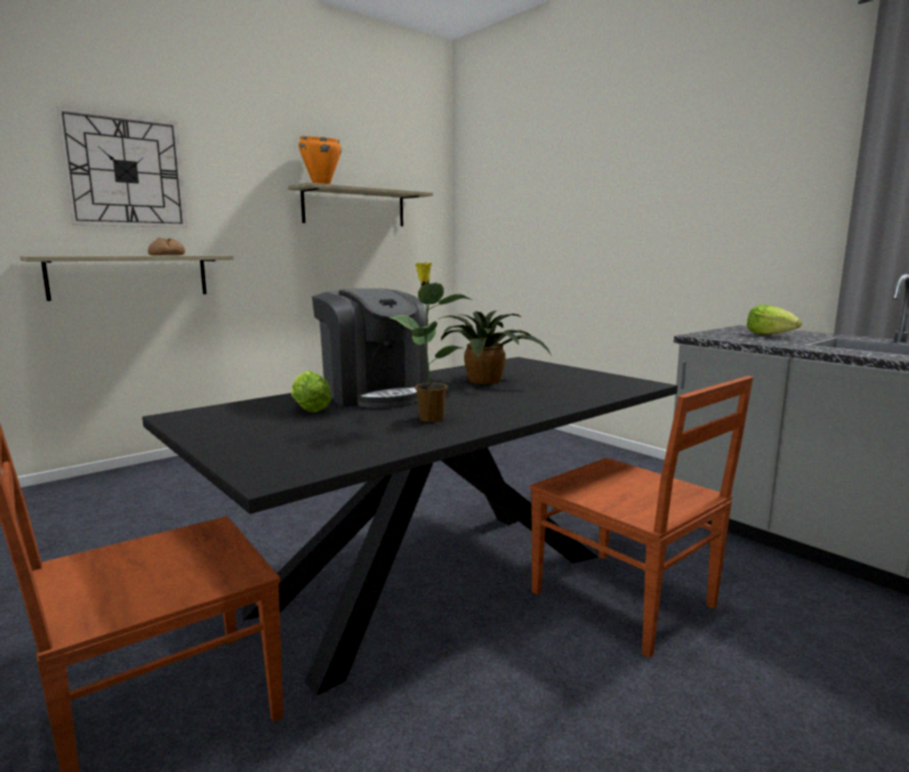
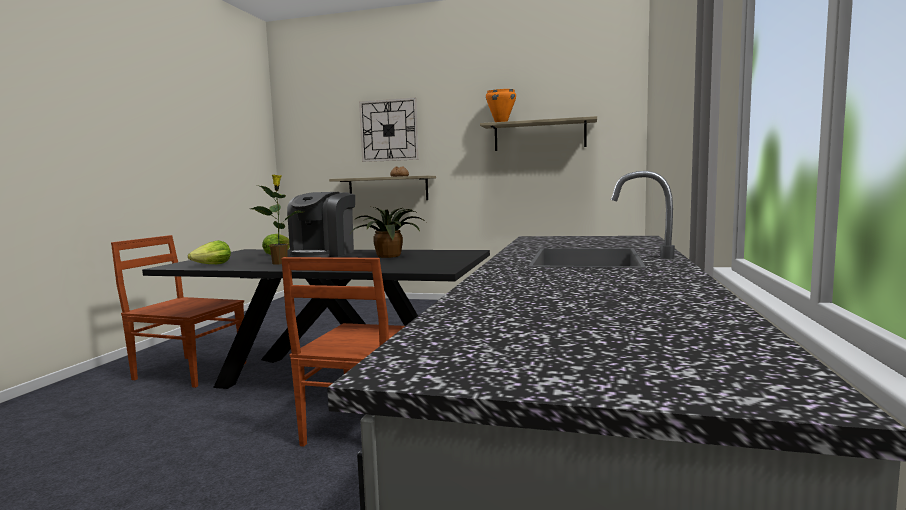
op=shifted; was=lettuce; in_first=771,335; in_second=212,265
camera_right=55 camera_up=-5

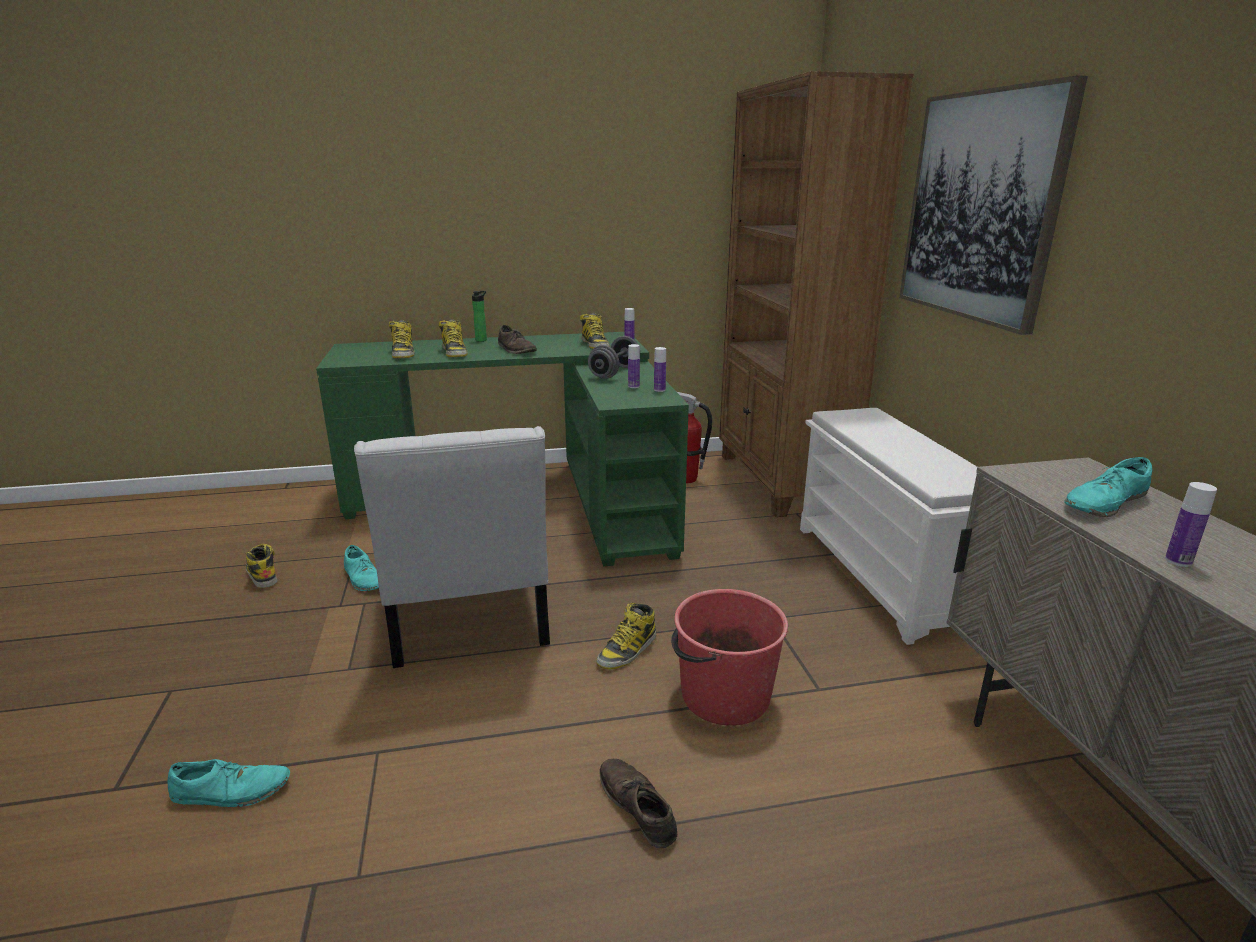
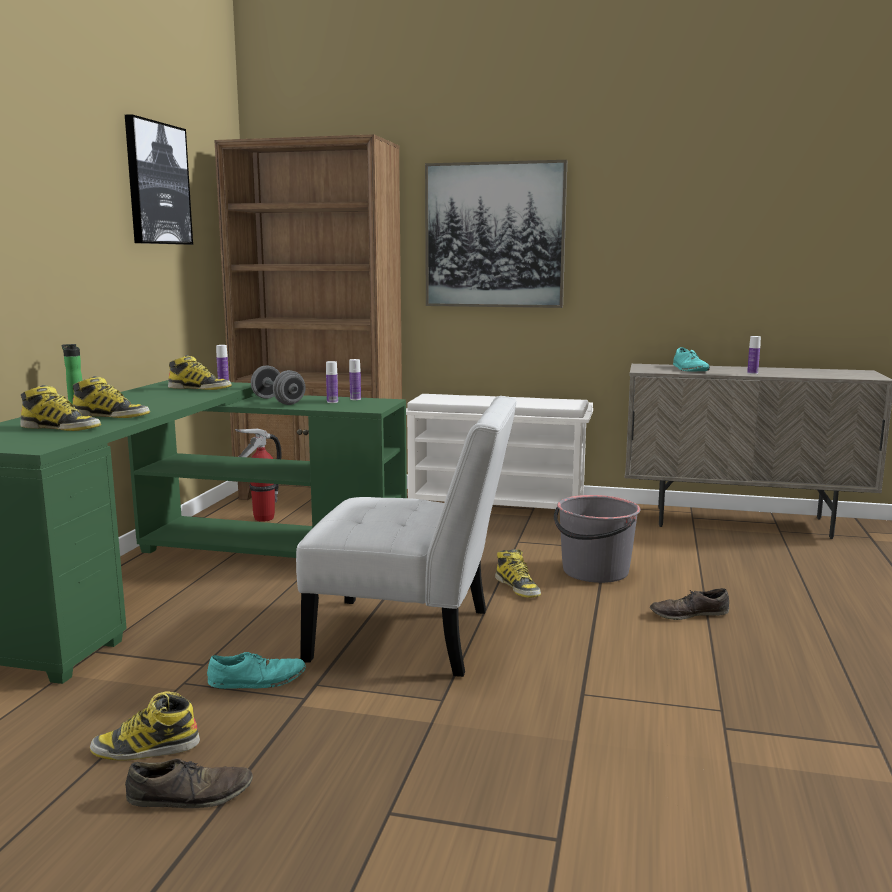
op=gone; was=turquoise shoe; in_first=231,791
op=new; now=picture; in_second=157,184
op=shifted; was=brown shoe; in_first=516,350; in_second=190,795
op=repainted; was=red bucket; now=grey bucket; in_first=723,696; in_second=594,571
camera_right=-65 camera_up=-10

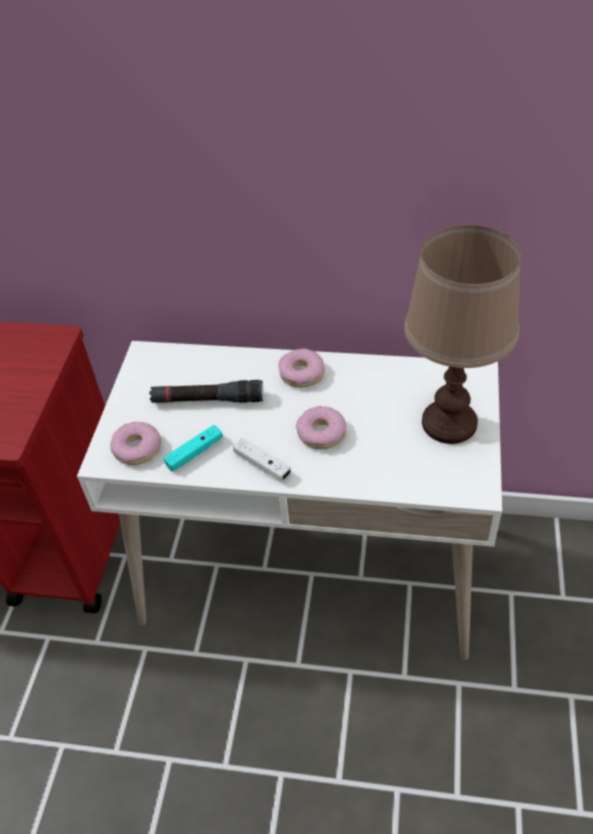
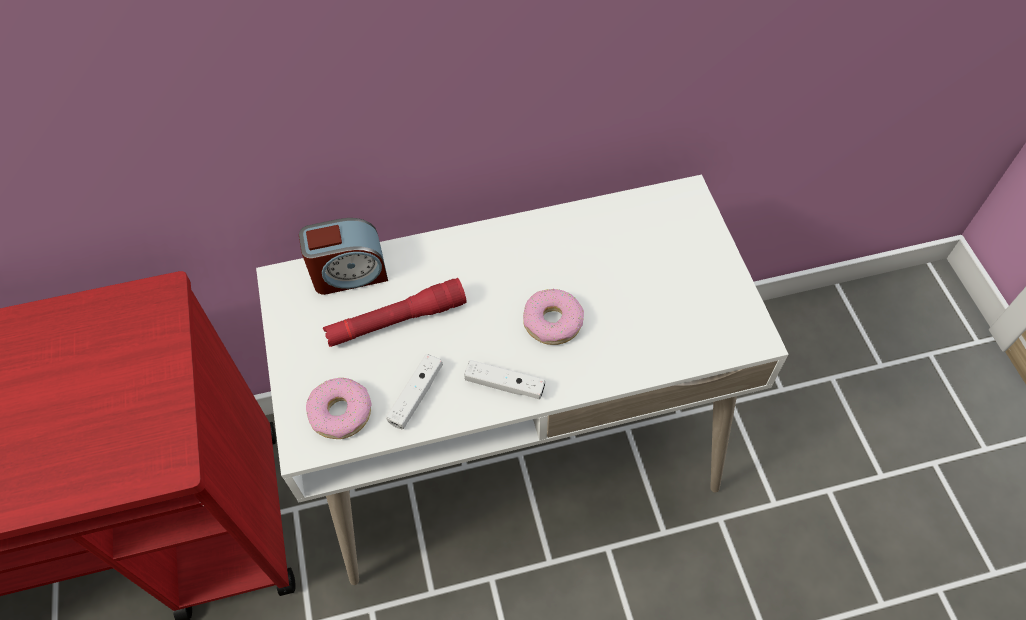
op=gone; was=donut; in_first=302,373
op=gone; was=brown table lamp; in_first=448,422
op=new; now=alarm clock; in_second=349,273
op=repainted; was=black flashlight; now=red flashlight; in_first=208,400; in_second=396,320
op=repainted; was=turquoise game controller; now=white game controller; in_first=194,453; in_second=416,395
camera_right=-25 camera_up=10

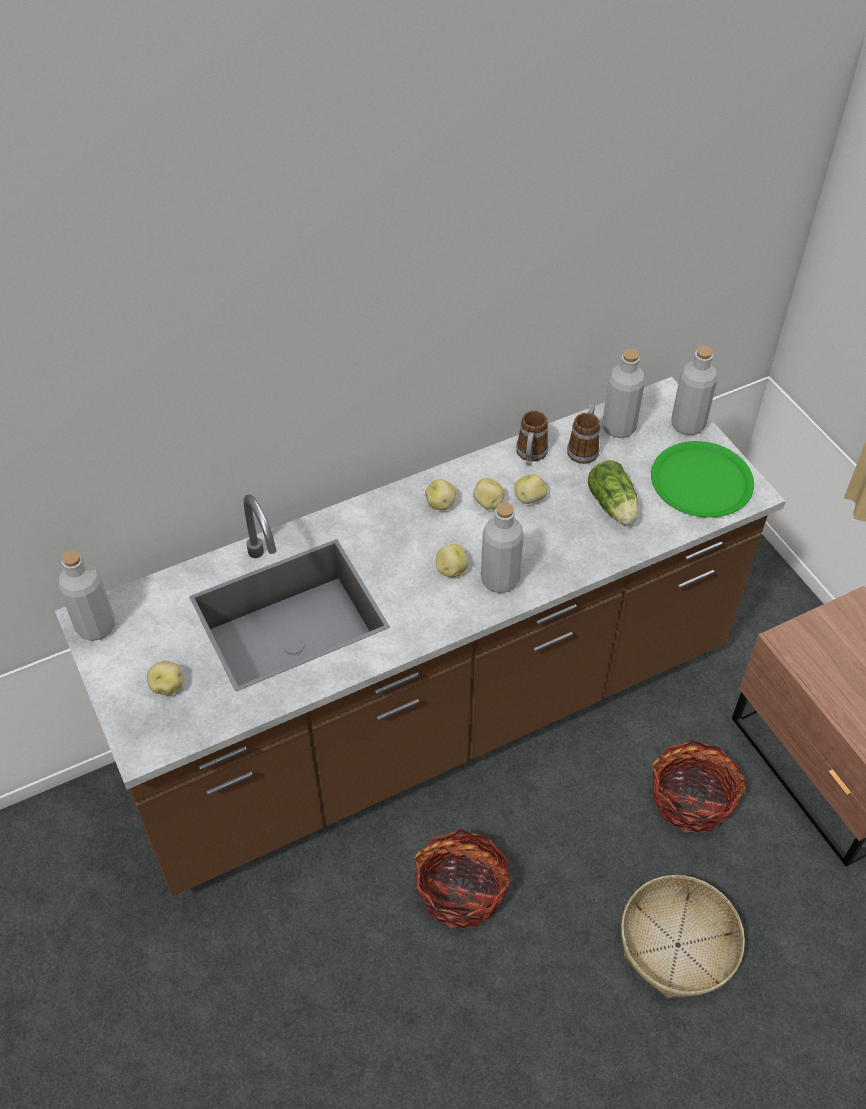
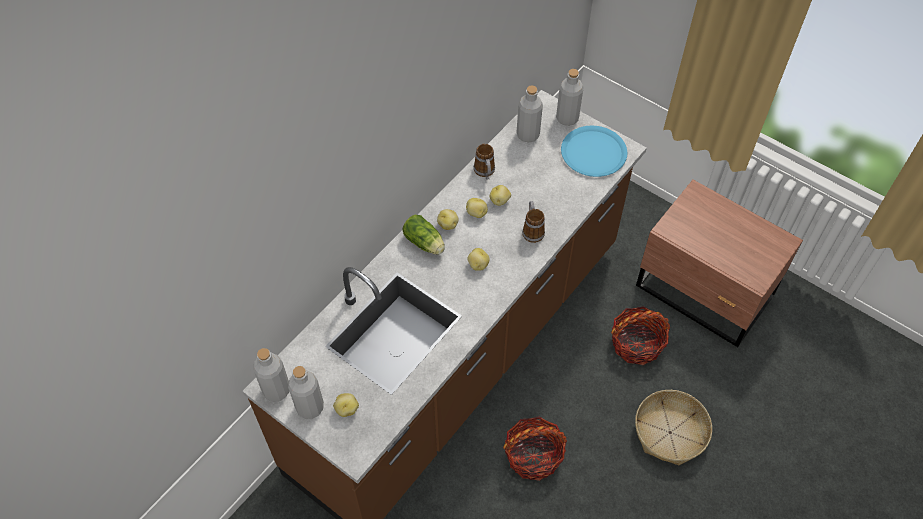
op=shifted; was=grey bottle; in_first=500,579; in_second=310,407
op=shifted; was=mug; in_first=584,448; in_second=532,230
op=shifted; was=lettuce; in_first=613,507; in_second=425,243
op=repainted; was=green plate; now=blue plate; in_first=701,481; in_second=593,152
camera_right=-25 camera_up=5

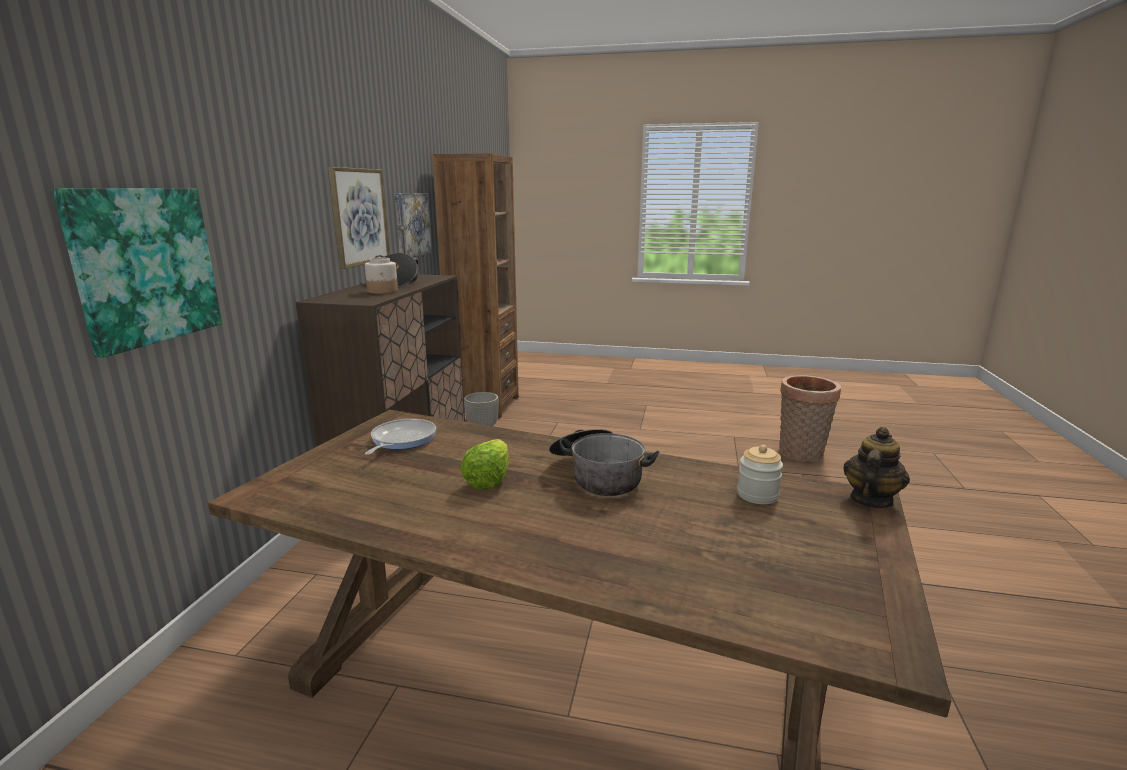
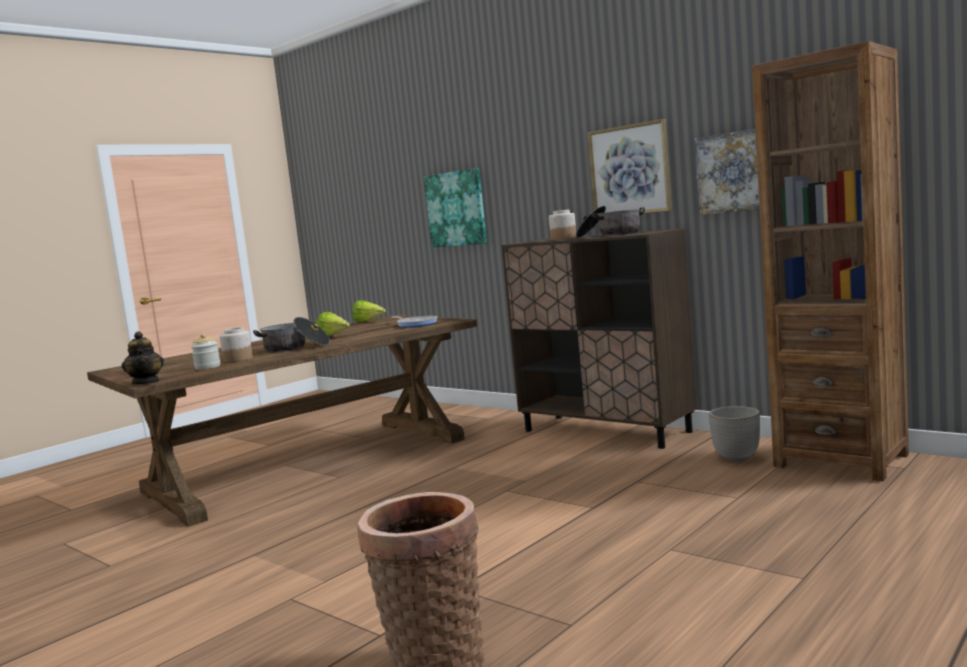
op=new; now=jar; in_second=237,360
op=new; now=lettuce; in_second=368,322
camera_right=120 camera_up=-10

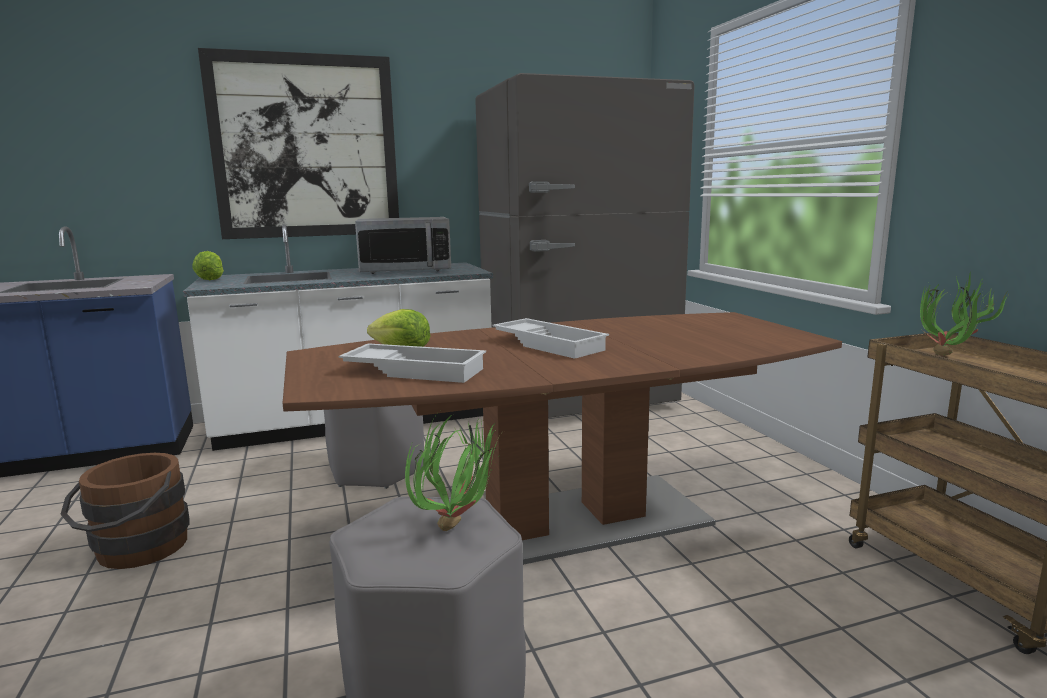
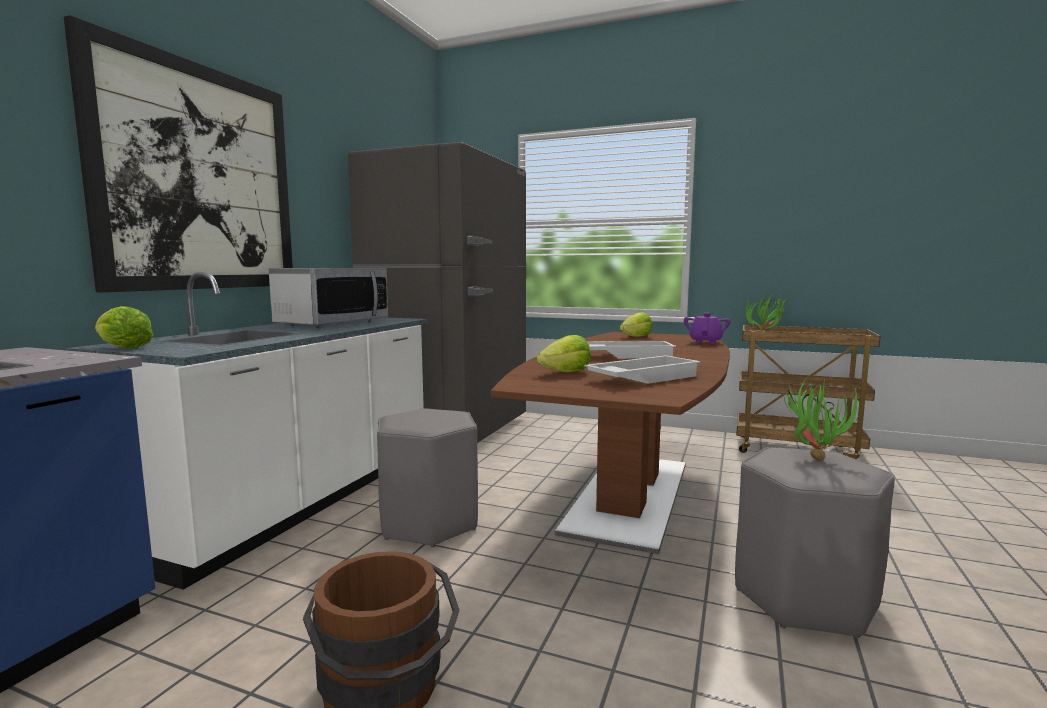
op=new; now=lettuce; in_second=636,337
op=new; now=purple teapot; in_second=705,342
camera_right=-50 camera_up=-5

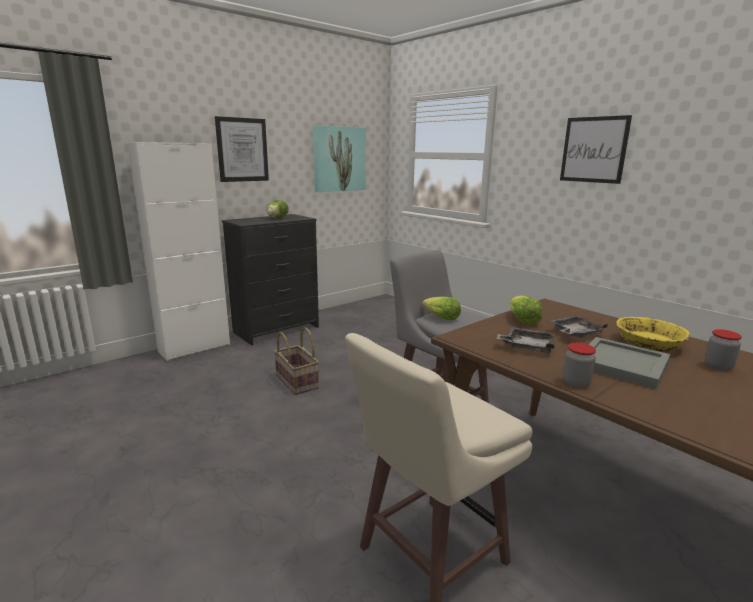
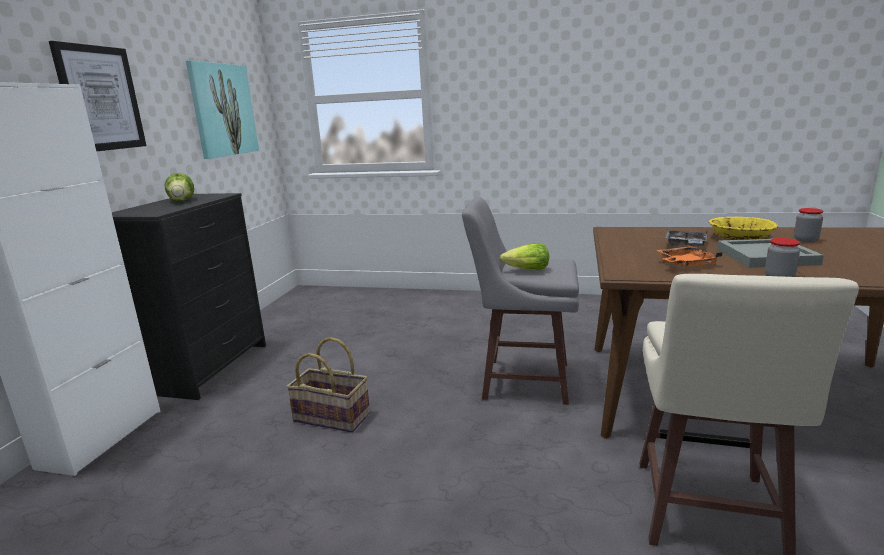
op=gone; was=lettuce; in_first=522,320
op=gone; was=picture; in_first=594,150
op=repainted; was=grey tray; now=orange tray; in_first=527,347; in_second=685,264
camera_right=-35 camera_up=0

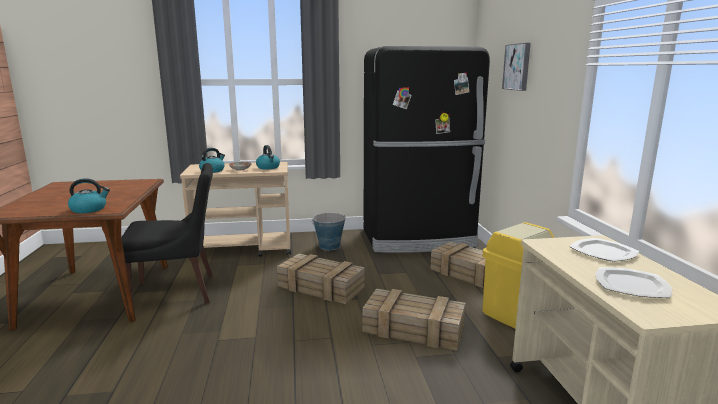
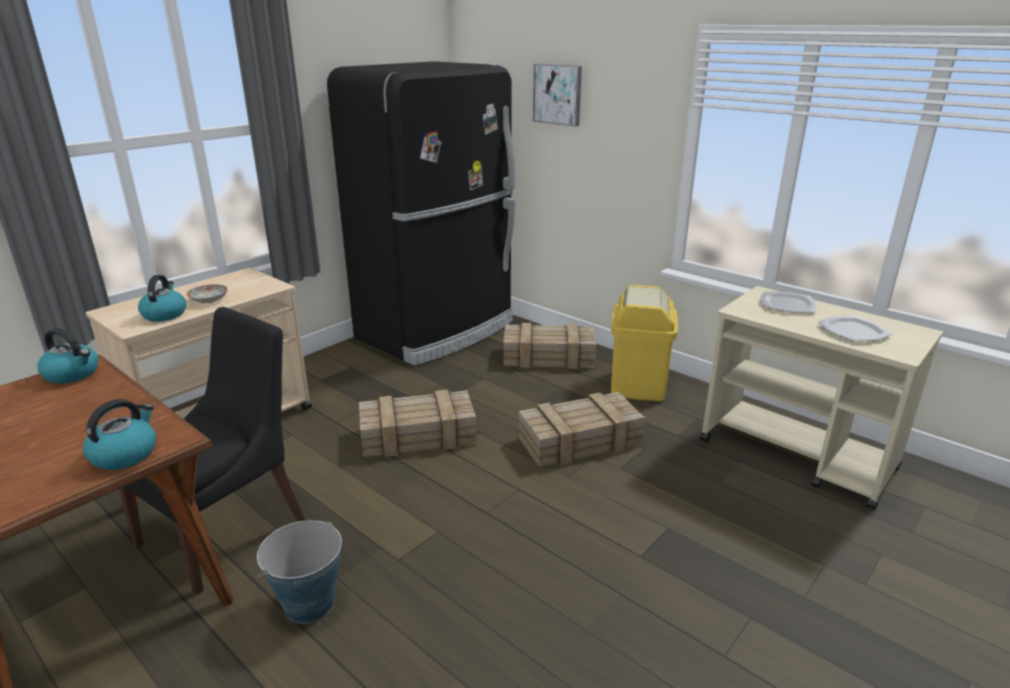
op=shifted; was=kettle; in_first=268,167; in_second=73,374
op=shifted; was=bucket; in_first=329,246; in_second=309,604
camera_right=-40 camera_up=10

